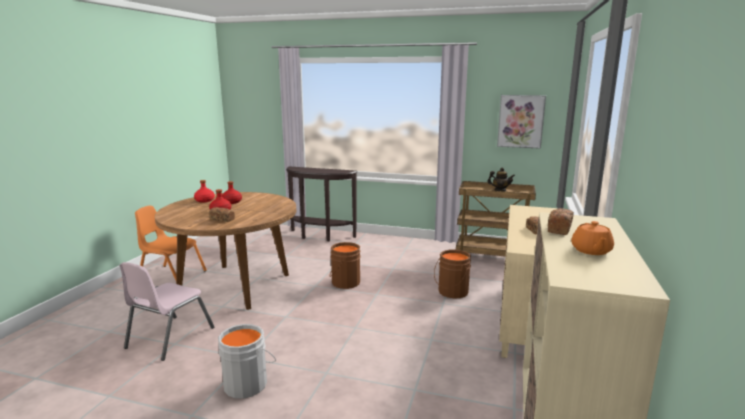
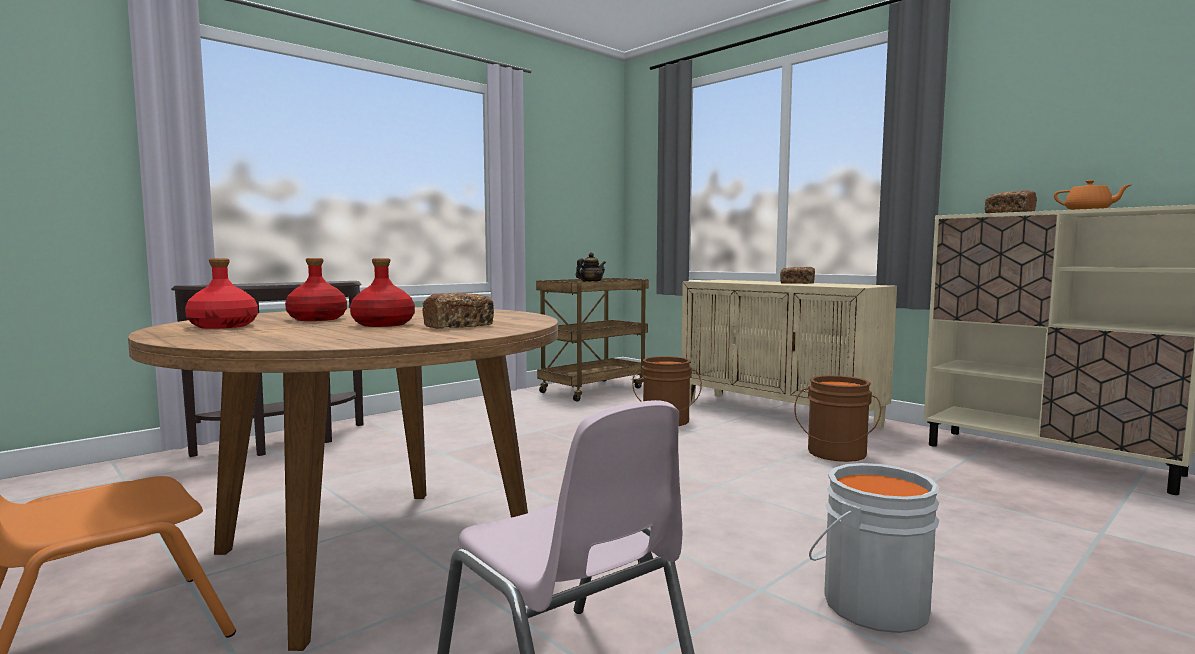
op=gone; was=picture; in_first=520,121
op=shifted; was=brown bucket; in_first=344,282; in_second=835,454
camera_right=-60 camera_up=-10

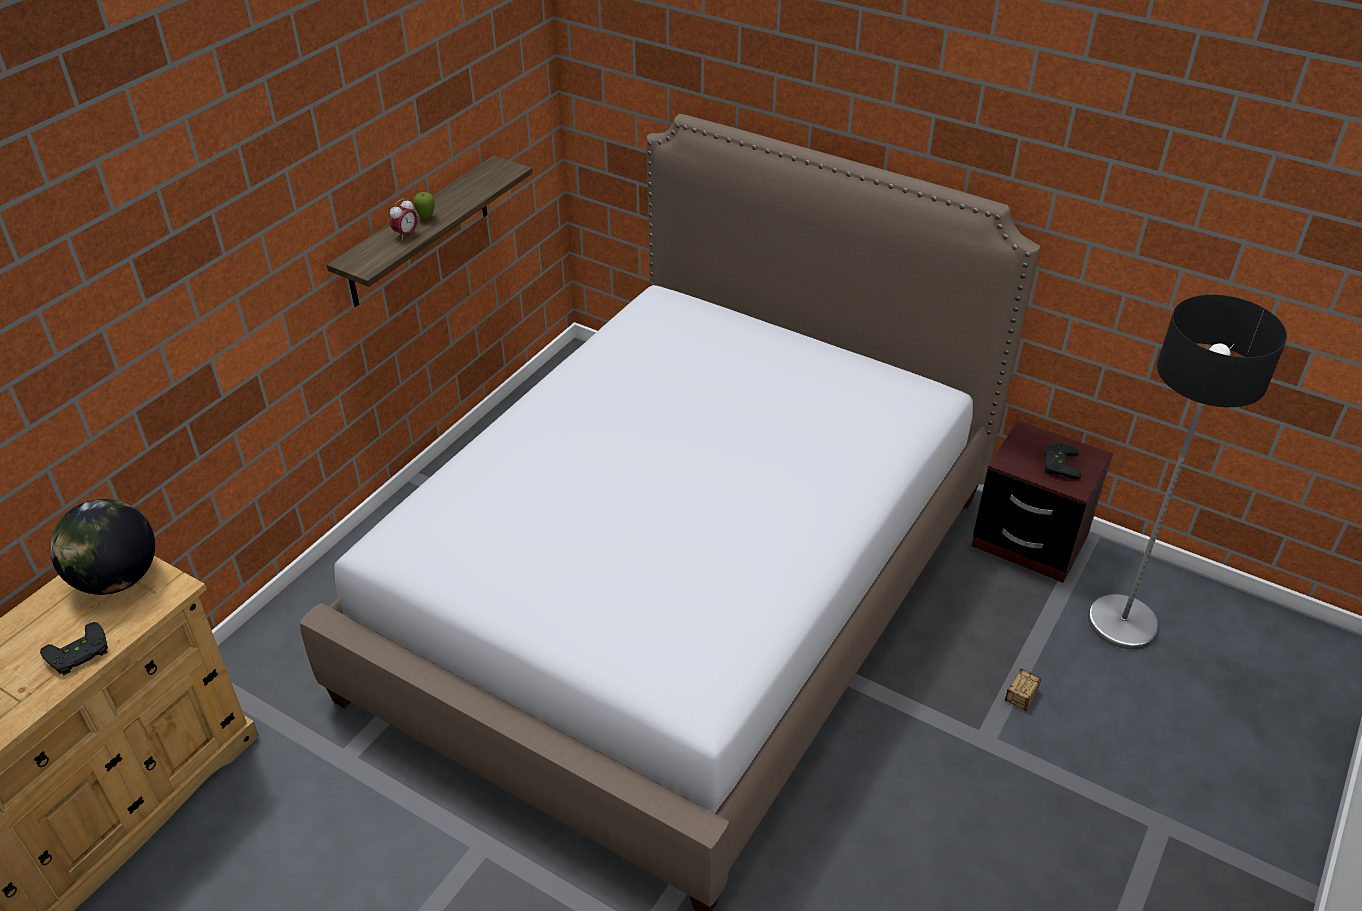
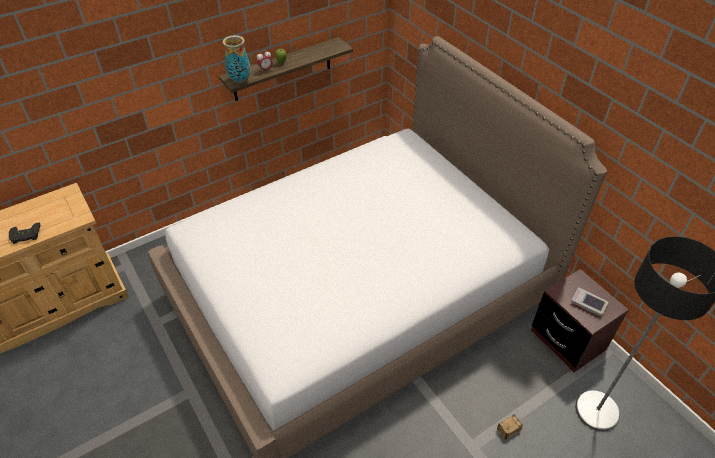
op=gone; was=globe; in_first=117,579
op=new; now=vase; in_second=239,80
op=swapped; was=black game controller; now=book; in_first=1057,463; in_second=588,304
camera_right=25 camera_up=5

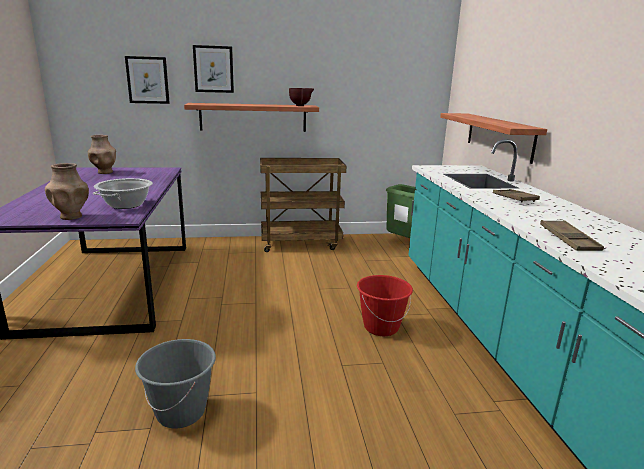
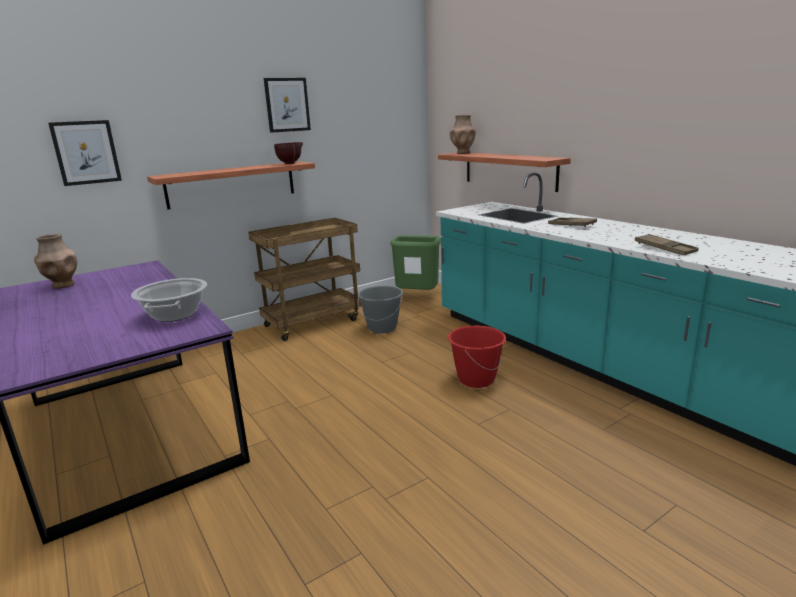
op=shifted; was=brown vase; in_first=71,216; in_second=463,153
op=shifted; was=grey bucket; in_first=181,412; in_second=382,328
op=shifted; was=picture; in_first=213,69; in_second=287,105
camera_right=-25 camera_up=0

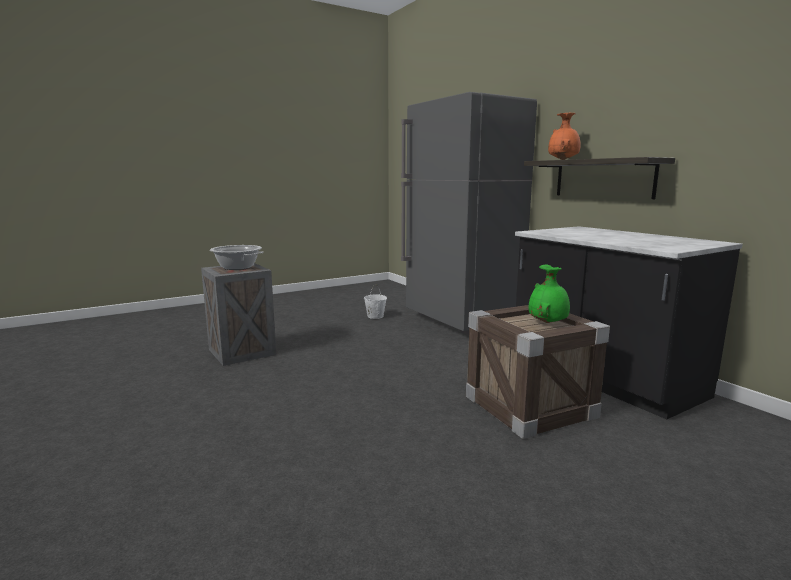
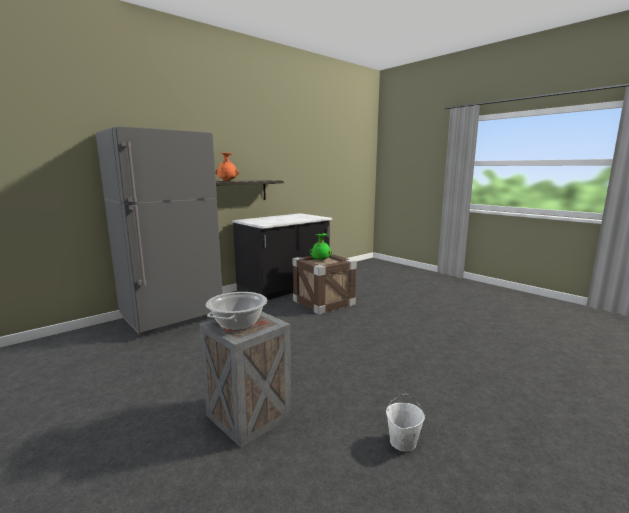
op=shifted; was=white bucket; in_first=375,316; in_second=403,442
camera_right=-100 camera_up=0

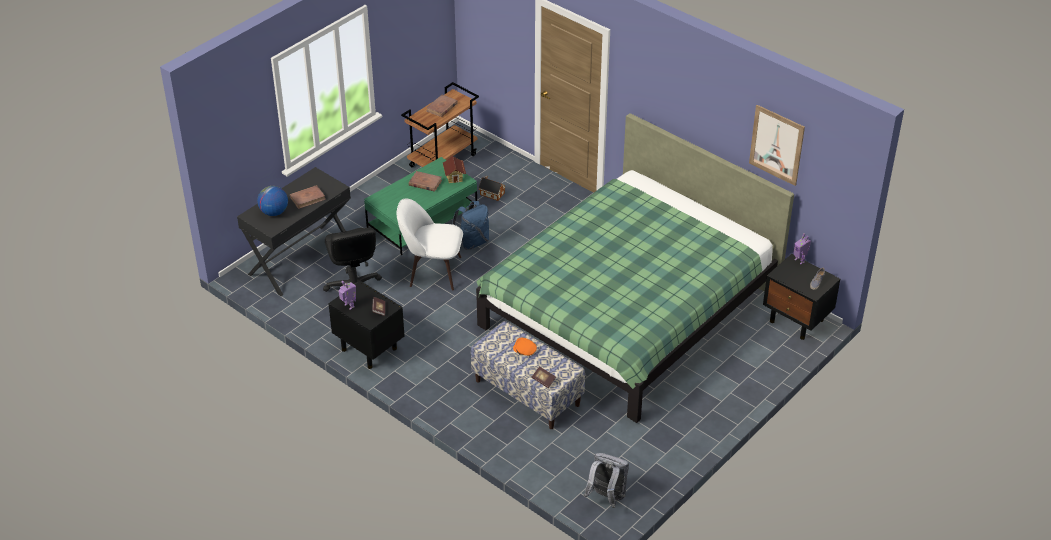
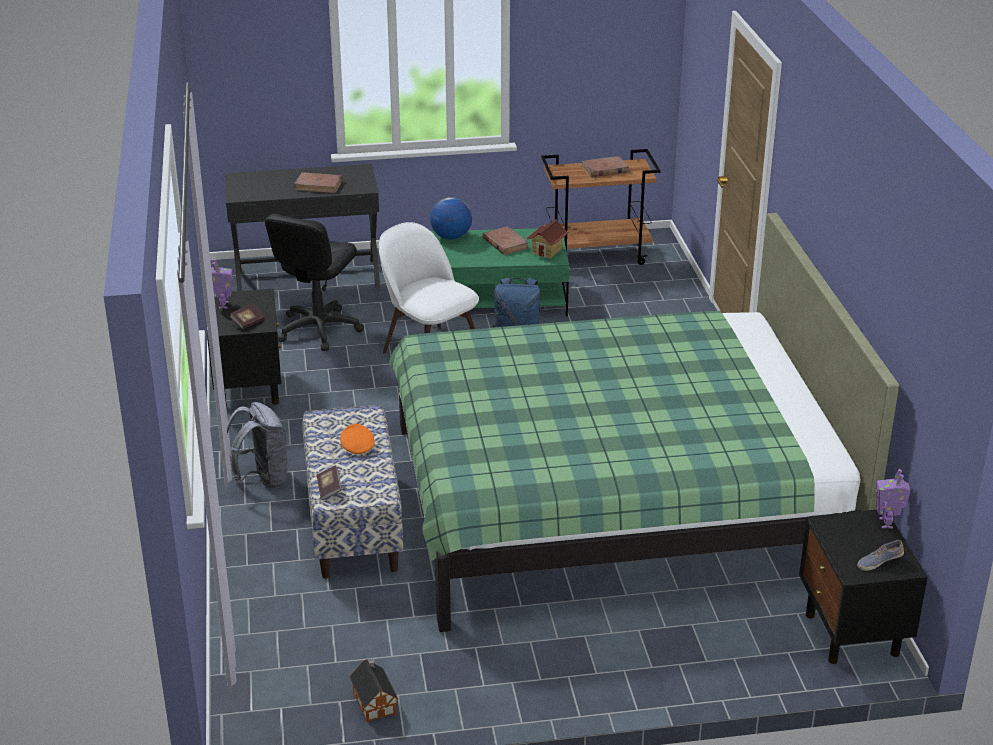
op=gone; was=picture; in_first=776,145
op=shifted; was=globe; in_first=274,212; in_second=451,237
op=shifted; was=toy house; in_first=491,193; in_second=374,701
op=shifted; was=grey backpack; in_first=606,497; in_second=261,479
camera_right=40 camera_up=-10

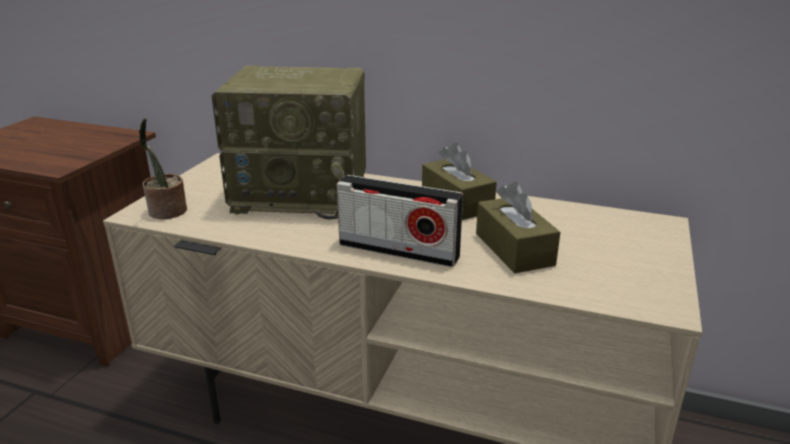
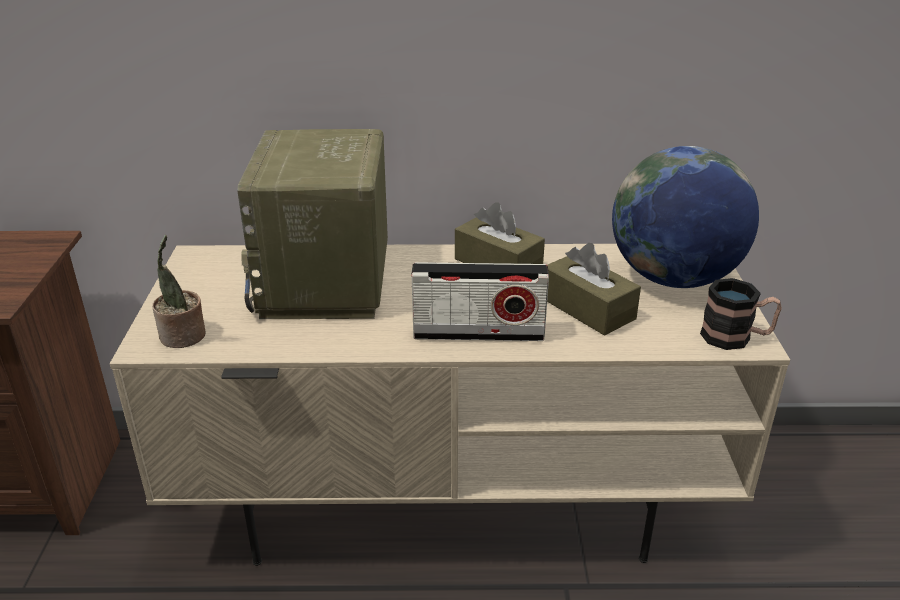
op=new; now=globe; in_second=673,278
op=new; now=mug; in_second=736,337
op=rotated; was=radio; in_first=304,194; in_second=327,283; clockwise=105
camera_right=-20 camera_up=5

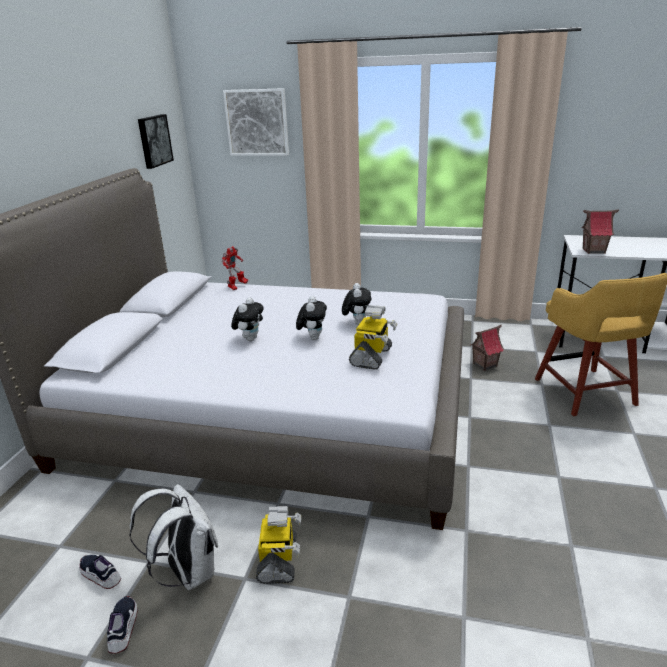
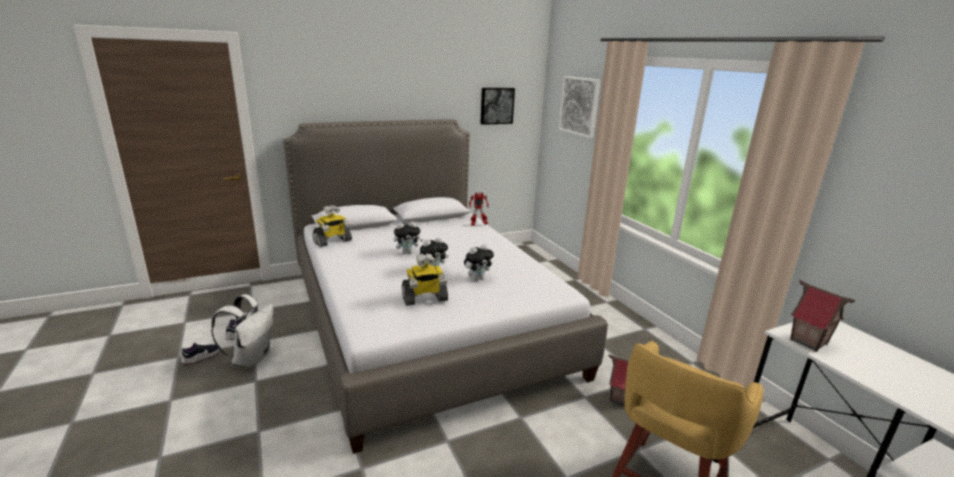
op=shifted; was=toy robot; in_first=279,560; in_second=332,241
camera_right=50 camera_up=-5

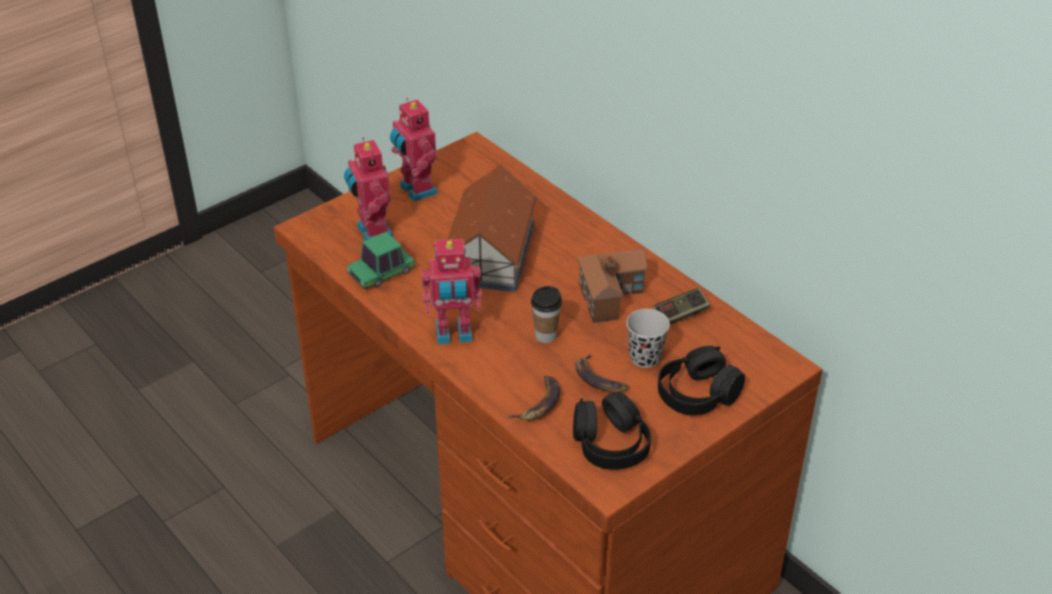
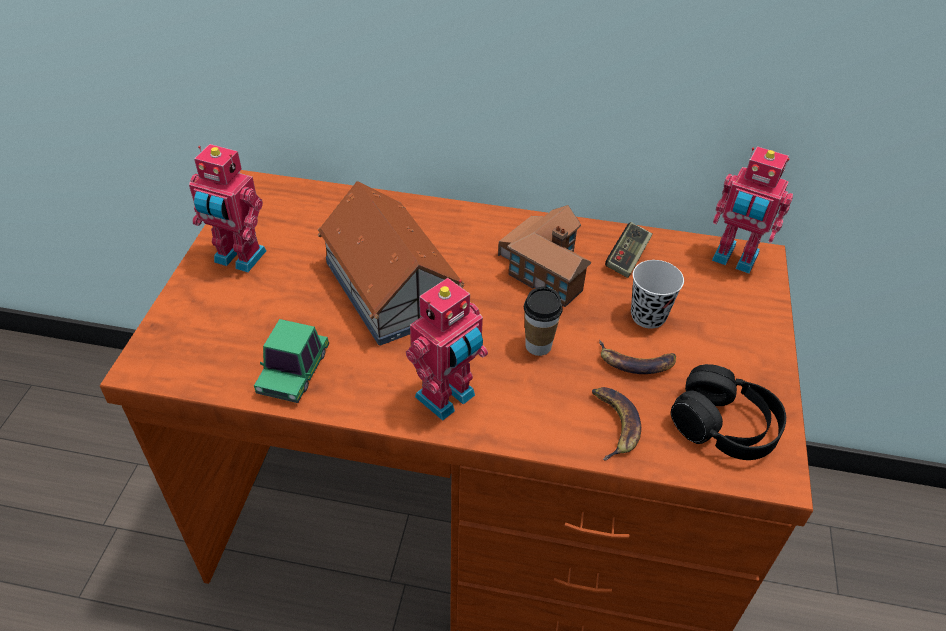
op=gone; was=black headphones; in_first=697,394
op=shifted; was=toy robot; in_first=372,232; in_second=734,259
camera_right=-40 camera_up=5

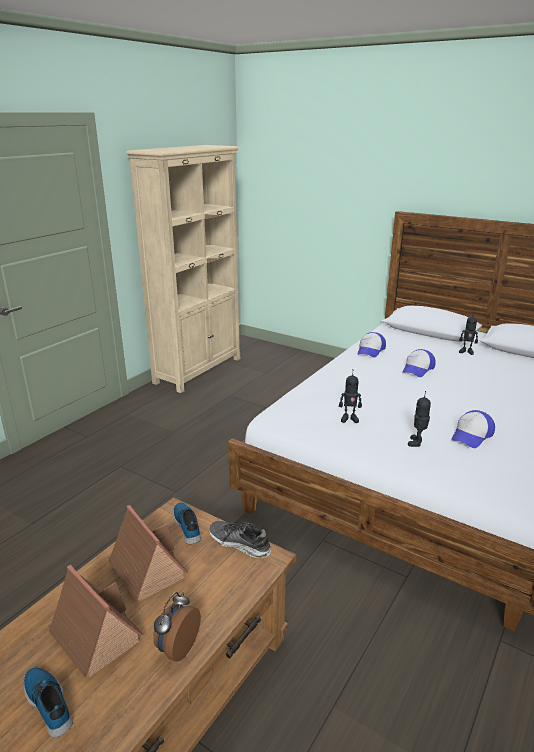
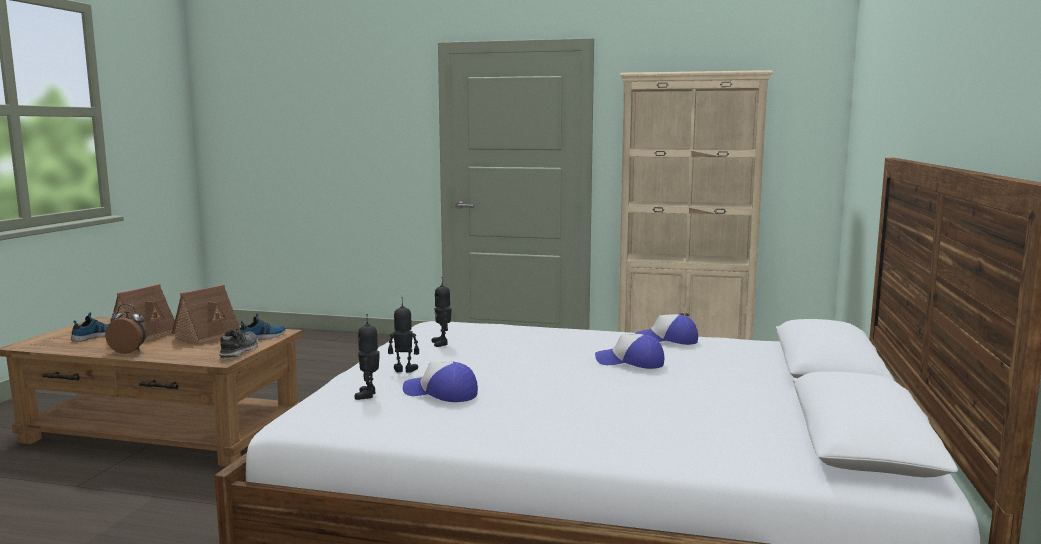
op=shifted; was=toy robot; in_first=466,351; in_second=368,395
camera_right=70 camera_up=-15

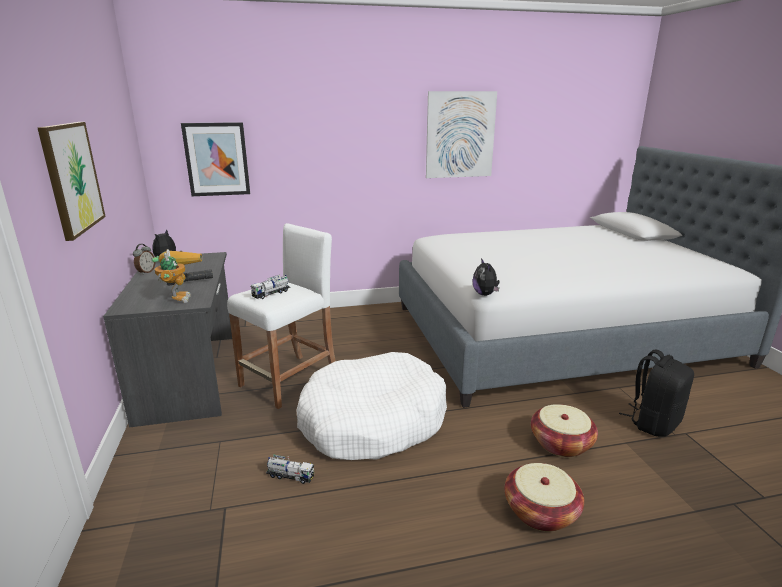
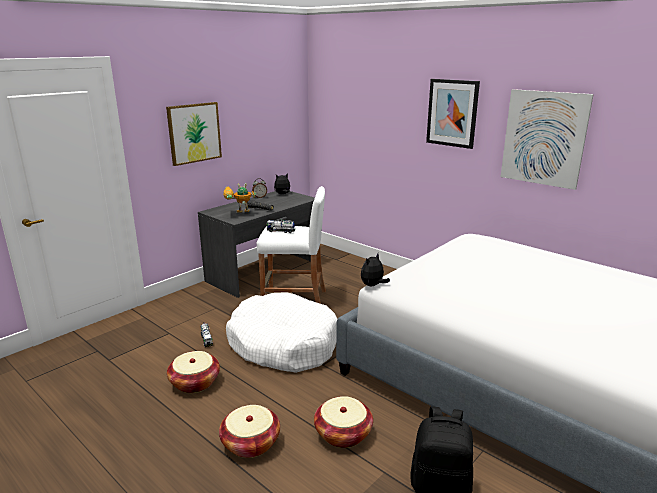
op=new; now=basket; in_second=195,383
op=shifted; was=picture; in_first=217,159; in_second=452,113
op=rotated; was=toy robot; in_first=179,296; in_second=238,214; clockwise=-150
camera_right=55 camera_up=0

